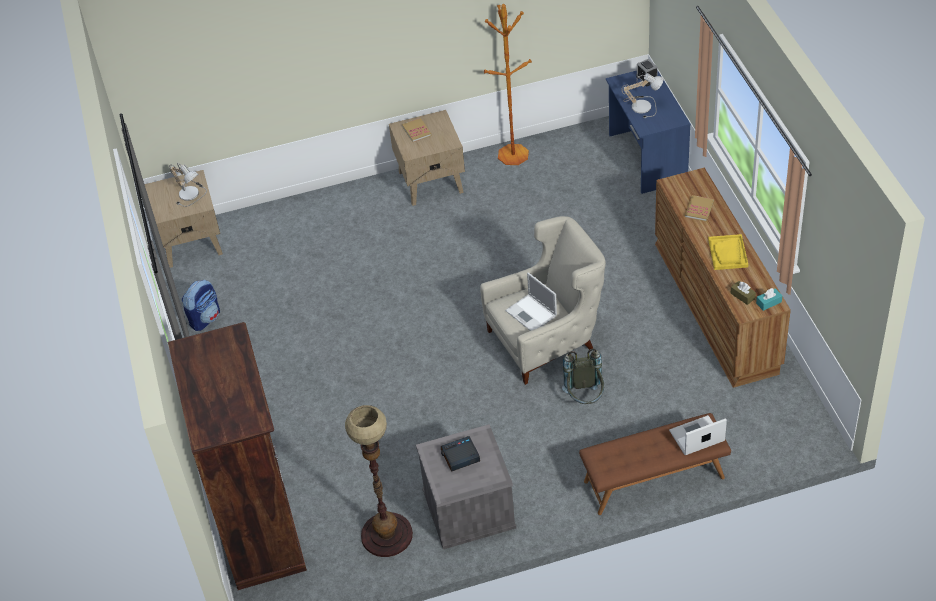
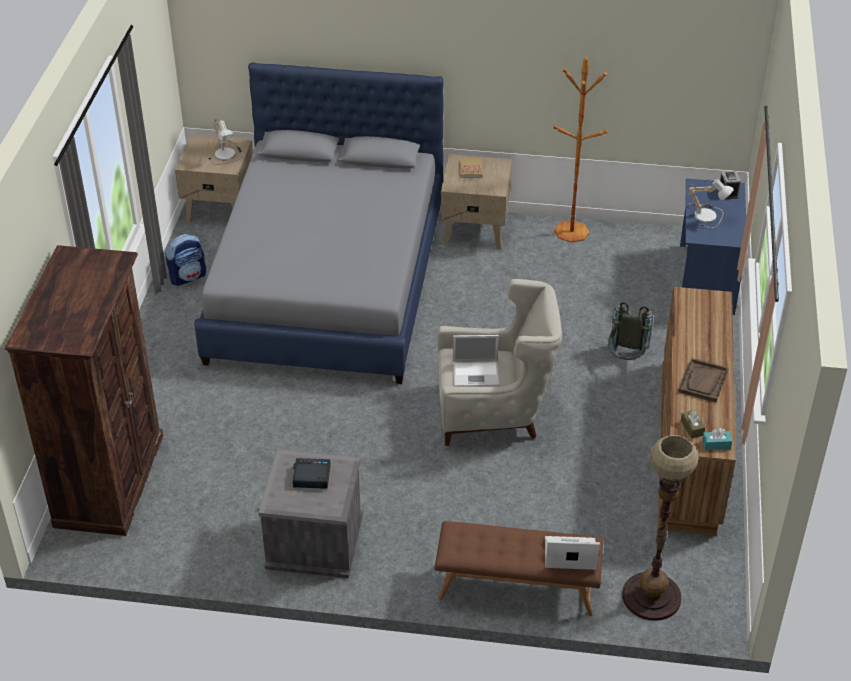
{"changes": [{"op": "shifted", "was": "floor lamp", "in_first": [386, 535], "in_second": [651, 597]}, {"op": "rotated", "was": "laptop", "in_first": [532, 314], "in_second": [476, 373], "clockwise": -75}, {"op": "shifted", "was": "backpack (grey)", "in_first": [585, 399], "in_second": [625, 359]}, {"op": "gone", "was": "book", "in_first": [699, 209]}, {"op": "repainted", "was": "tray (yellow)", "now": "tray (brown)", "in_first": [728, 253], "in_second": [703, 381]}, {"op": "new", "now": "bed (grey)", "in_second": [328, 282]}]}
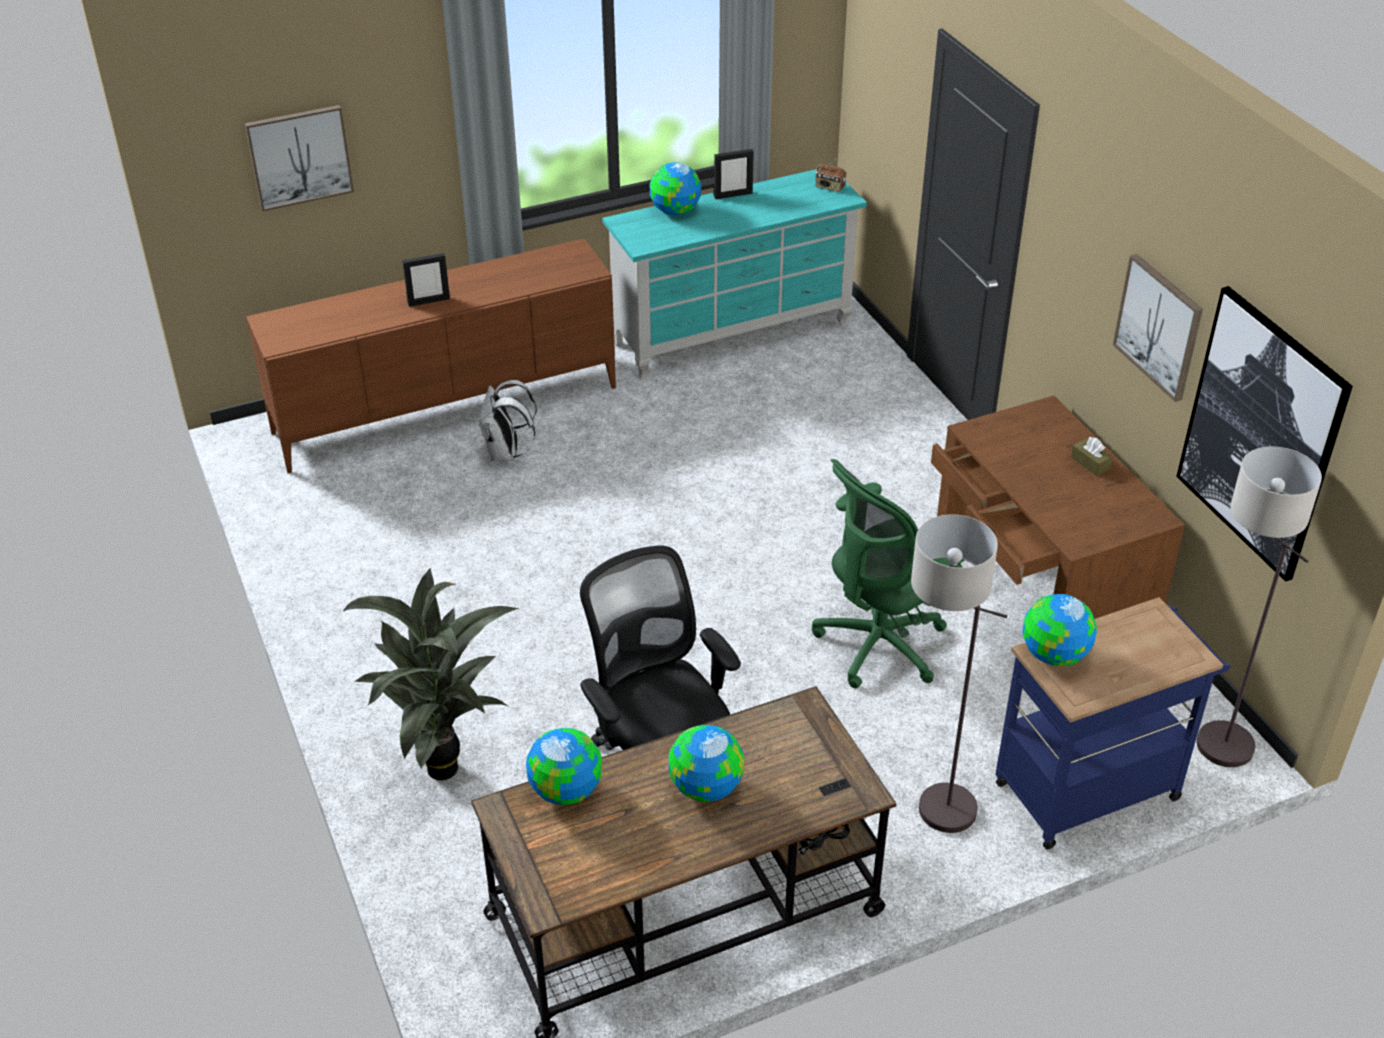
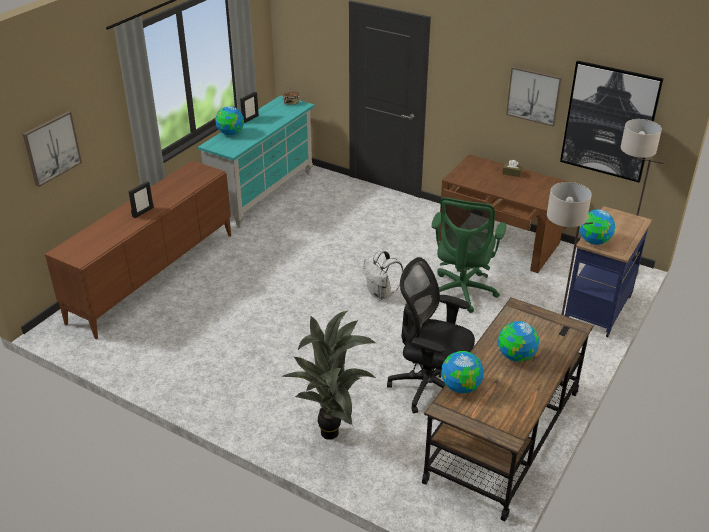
{"changes": [{"op": "shifted", "was": "backpack (white)", "in_first": [506, 453], "in_second": [381, 294]}]}
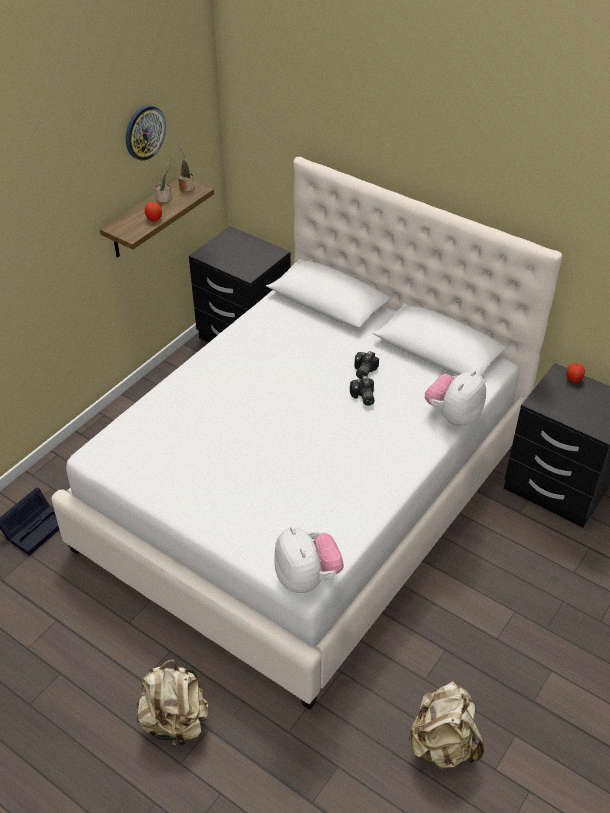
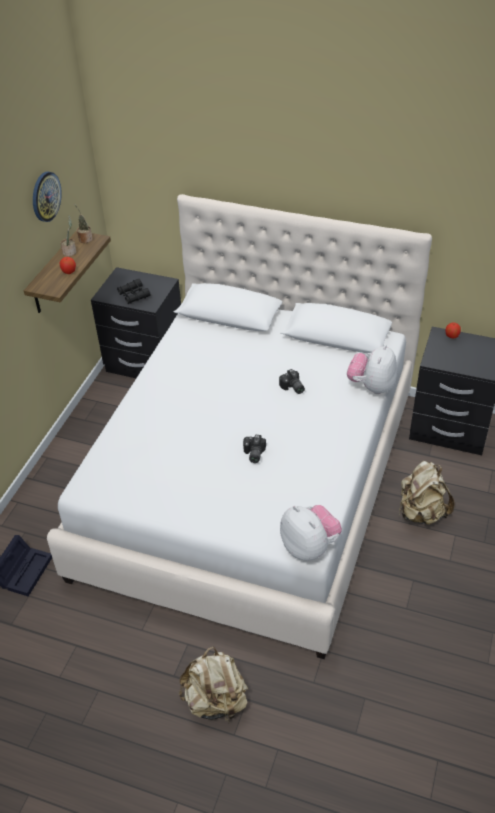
{"changes": [{"op": "shifted", "was": "photo camera", "in_first": [362, 371], "in_second": [253, 454]}, {"op": "shifted", "was": "backpack (beige)", "in_first": [443, 743], "in_second": [421, 512]}, {"op": "new", "now": "binoculars (black)", "in_second": [134, 295]}]}
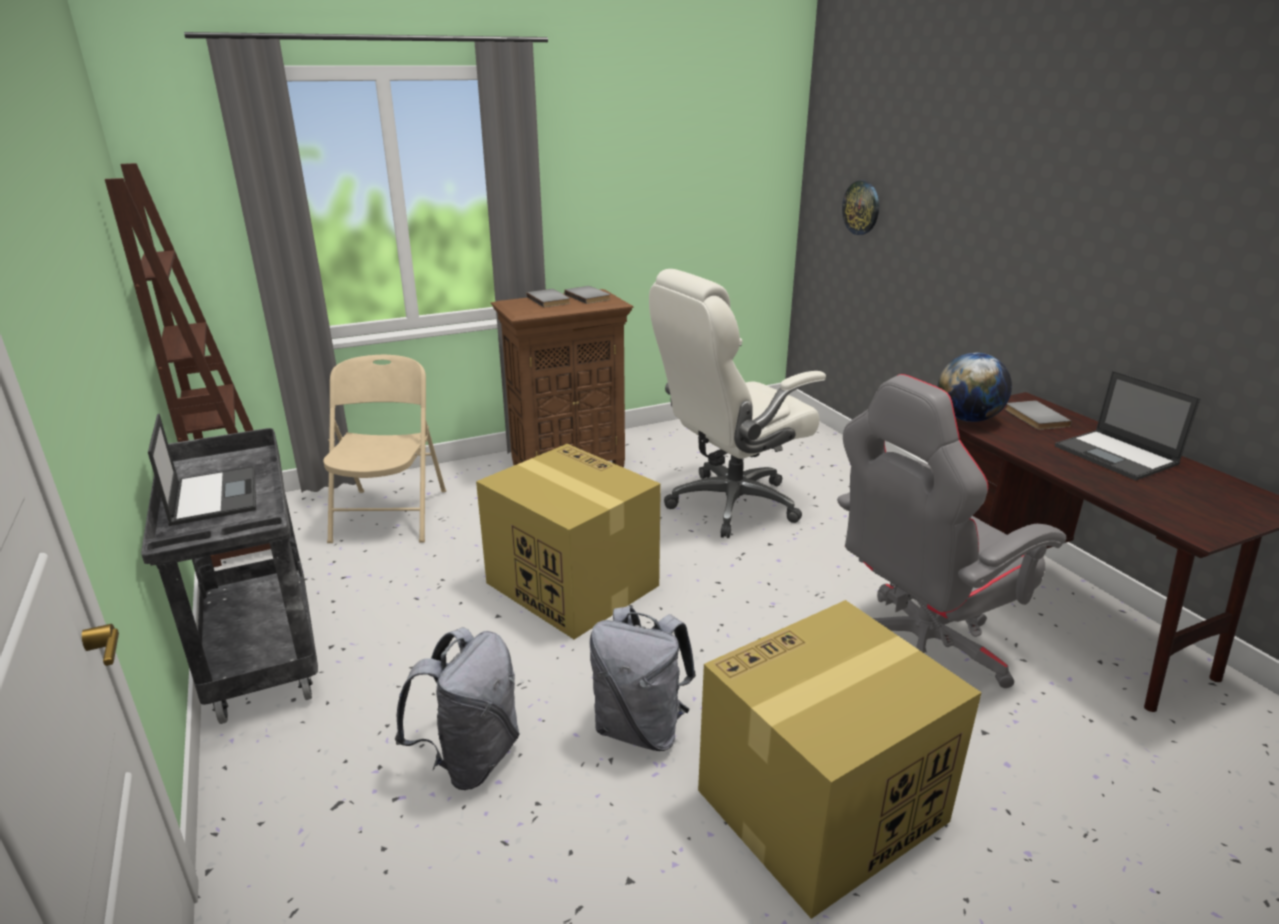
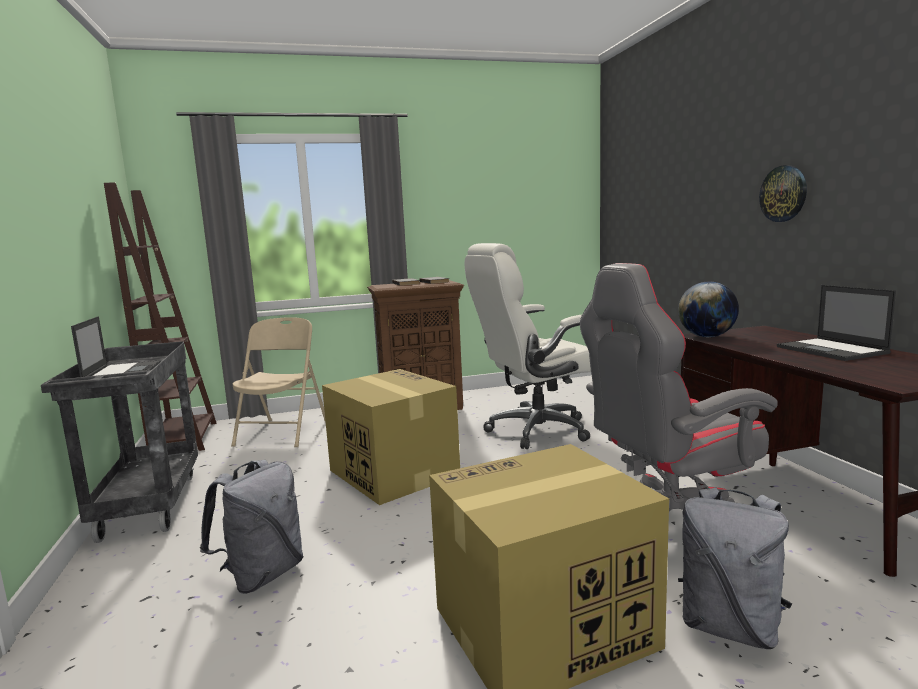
{"changes": [{"op": "shifted", "was": "backpack (grey)", "in_first": [641, 728], "in_second": [730, 626]}, {"op": "shifted", "was": "wall clock", "in_first": [861, 207], "in_second": [783, 194]}, {"op": "gone", "was": "book (grey)", "in_first": [1034, 418]}]}
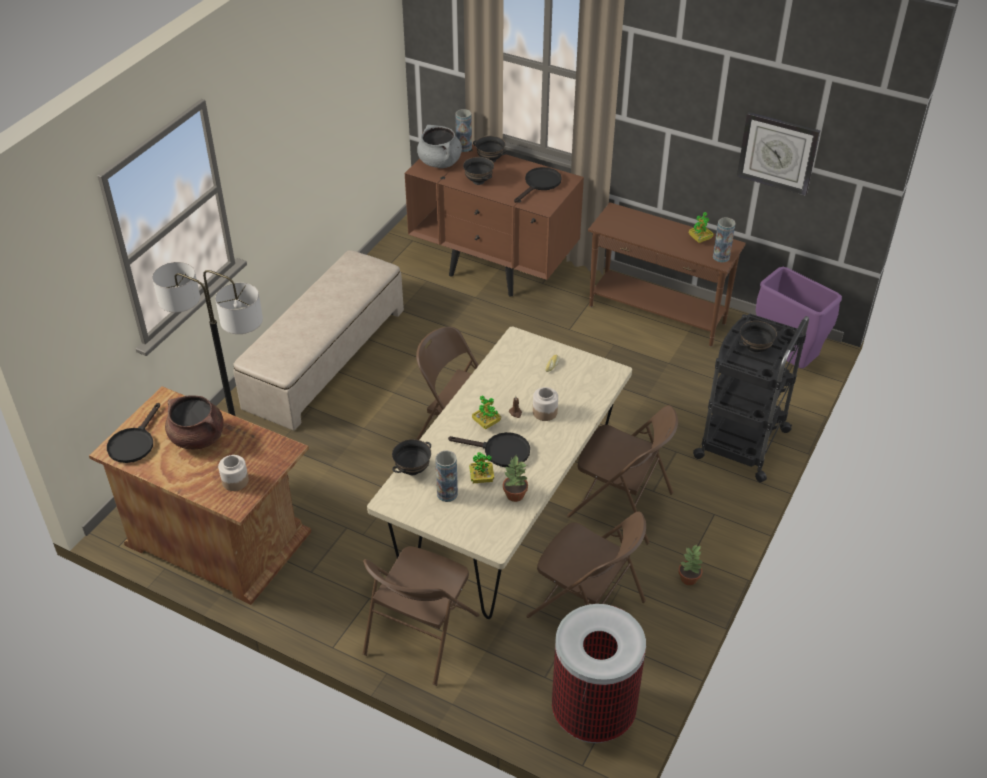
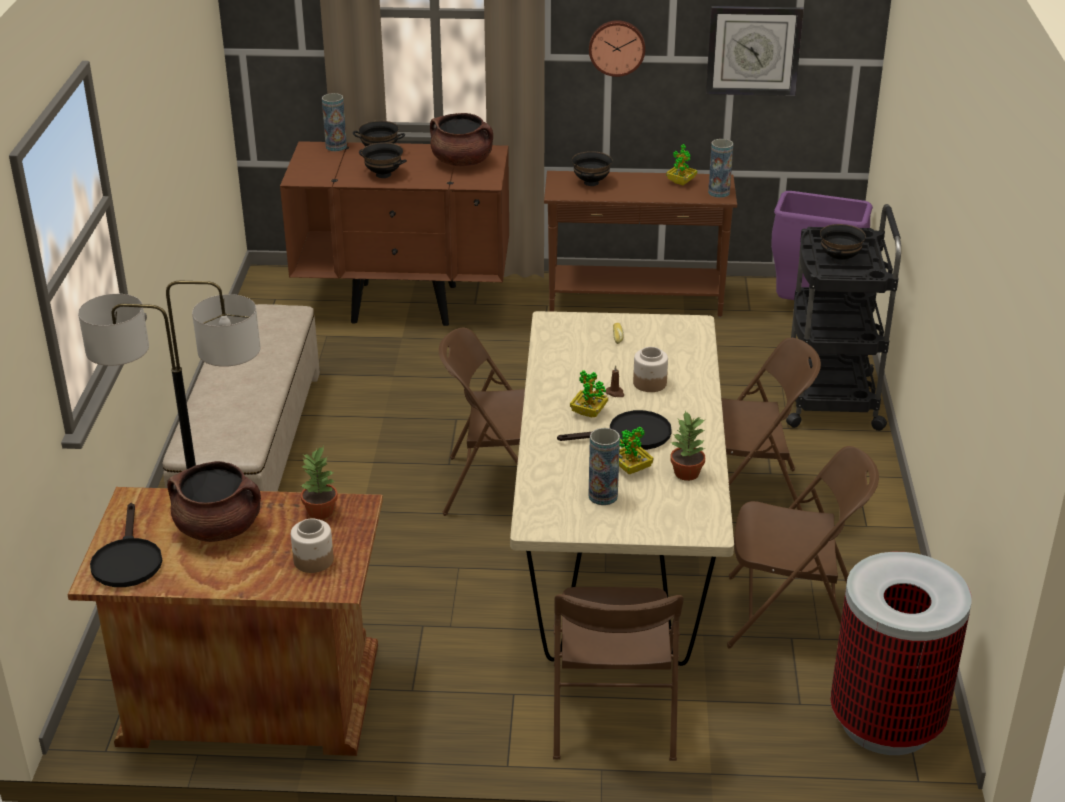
{"changes": [{"op": "shifted", "was": "bowl (black)", "in_first": [412, 469], "in_second": [591, 182]}, {"op": "gone", "was": "cooking pot (grey)", "in_first": [440, 162]}, {"op": "swapped", "was": "frying pan (black)", "now": "cooking pot (brown)", "in_first": [540, 184], "in_second": [462, 162]}, {"op": "shifted", "was": "potted plant", "in_first": [689, 579], "in_second": [321, 511]}, {"op": "new", "now": "wall clock", "in_second": [617, 47]}]}
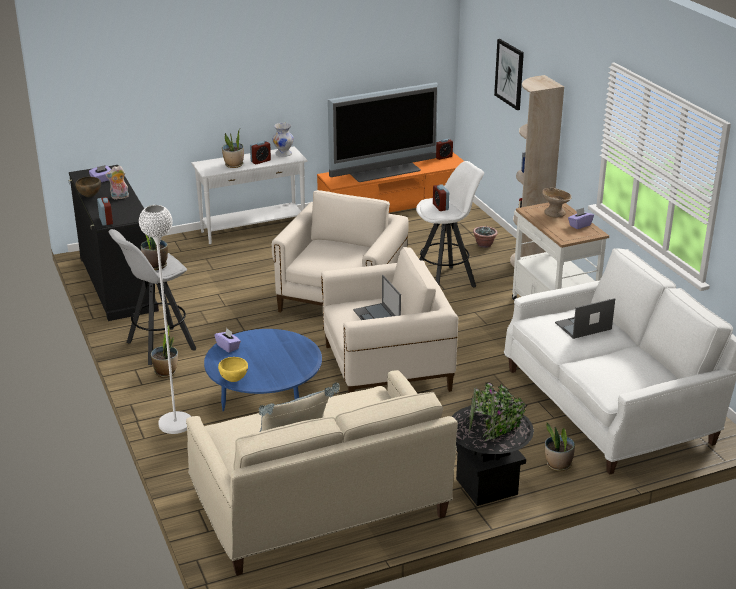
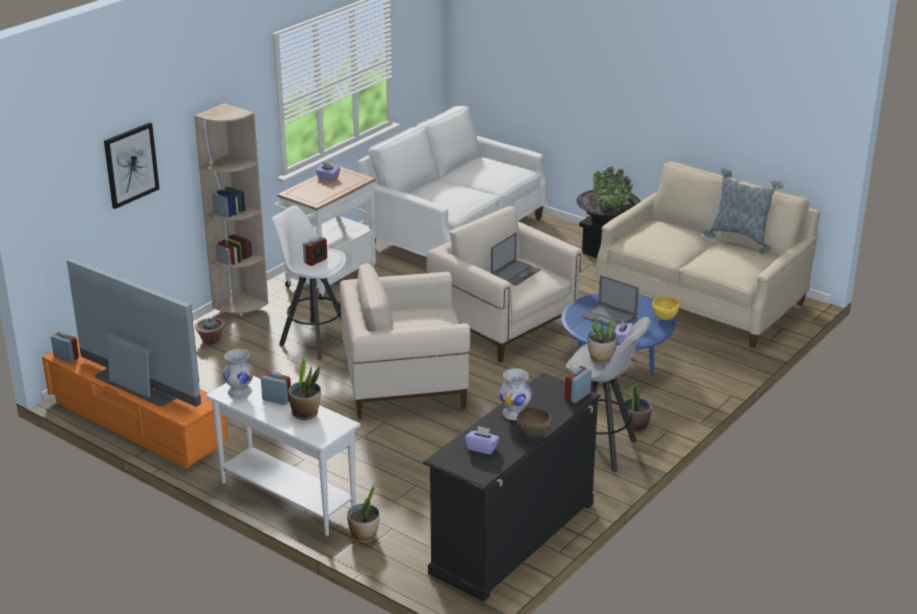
{"changes": [{"op": "swapped", "was": "plush toy", "now": "vase (white)", "in_first": [119, 197], "in_second": [514, 414]}, {"op": "gone", "was": "floor lamp (white)", "in_first": [175, 424]}, {"op": "gone", "was": "bowl (beige)", "in_first": [554, 213]}, {"op": "shifted", "was": "potted plant", "in_first": [558, 465], "in_second": [364, 535]}, {"op": "shifted", "was": "laptop", "in_first": [582, 326], "in_second": [610, 317]}]}
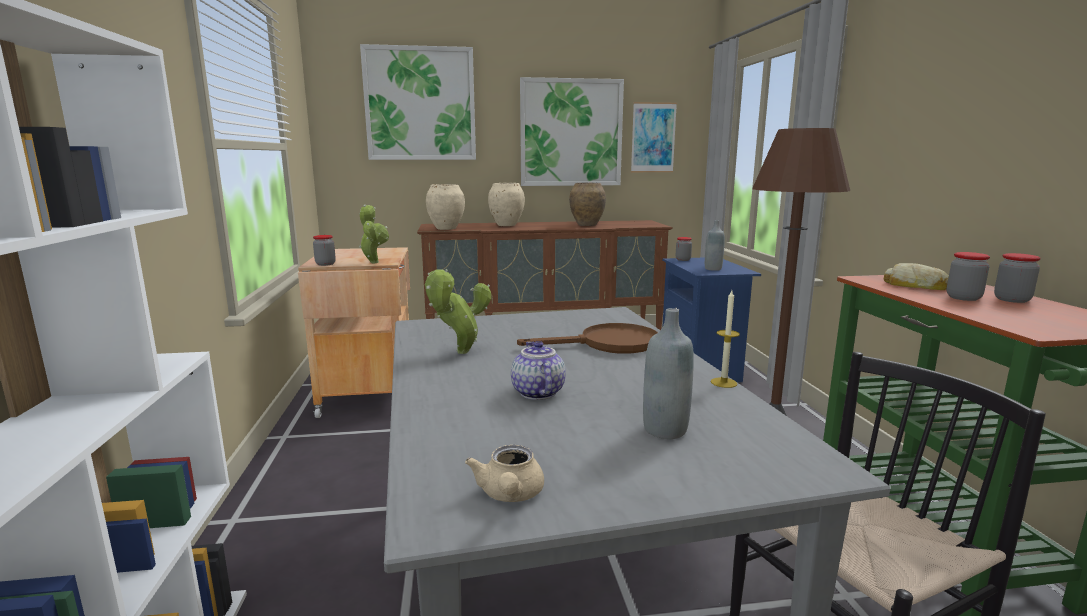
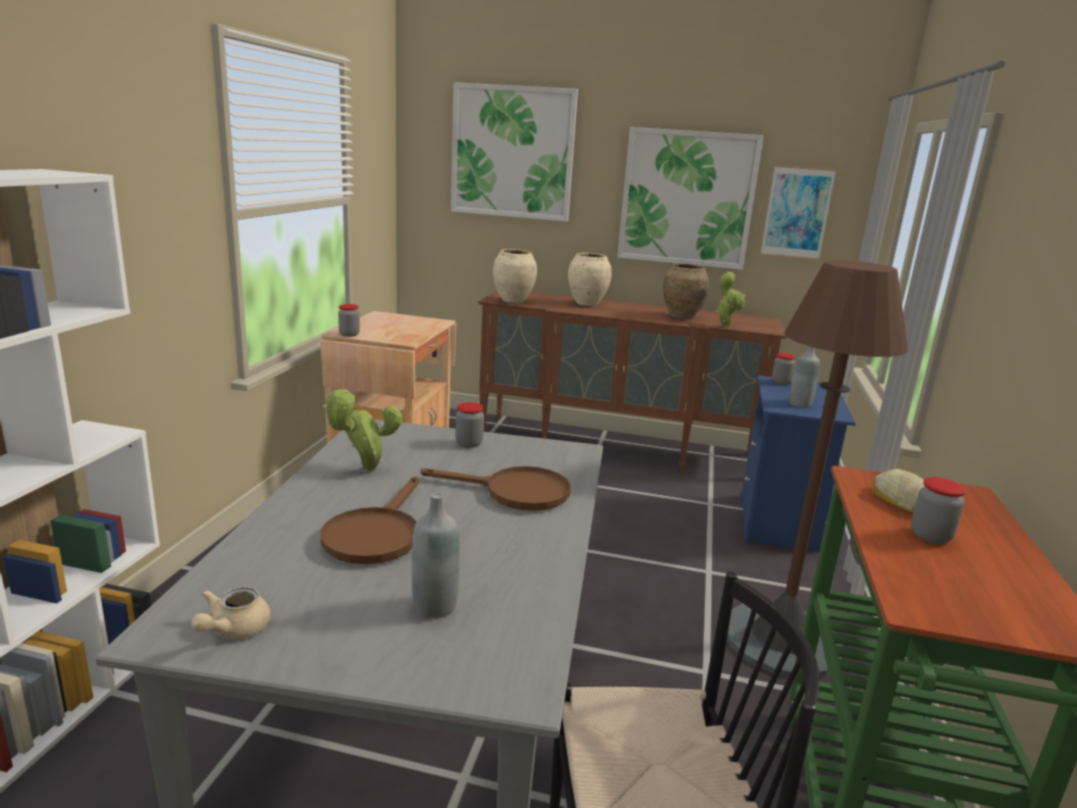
{"changes": [{"op": "shifted", "was": "potted plant", "in_first": [374, 262], "in_second": [725, 326]}, {"op": "swapped", "was": "teapot", "now": "frying pan (brown)", "in_first": [536, 392], "in_second": [376, 534]}, {"op": "gone", "was": "candle", "in_first": [723, 382]}, {"op": "shifted", "was": "jar", "in_first": [1012, 300], "in_second": [469, 443]}]}
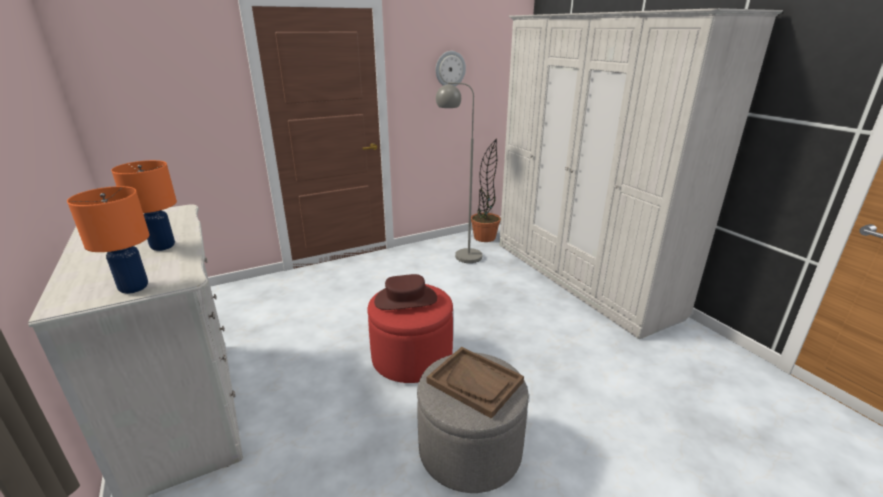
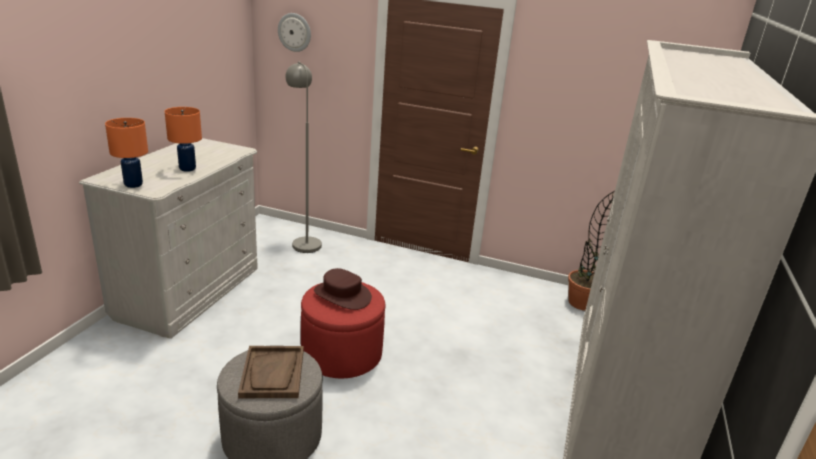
{"changes": [{"op": "shifted", "was": "wall clock", "in_first": [450, 69], "in_second": [294, 32]}, {"op": "shifted", "was": "floor lamp (grey)", "in_first": [460, 256], "in_second": [303, 242]}]}
